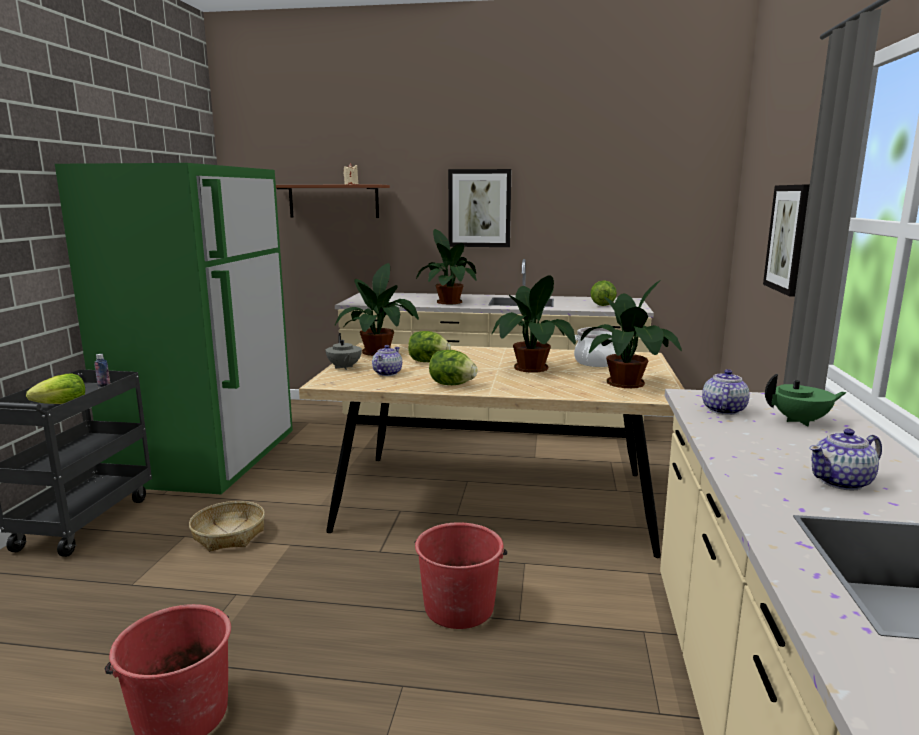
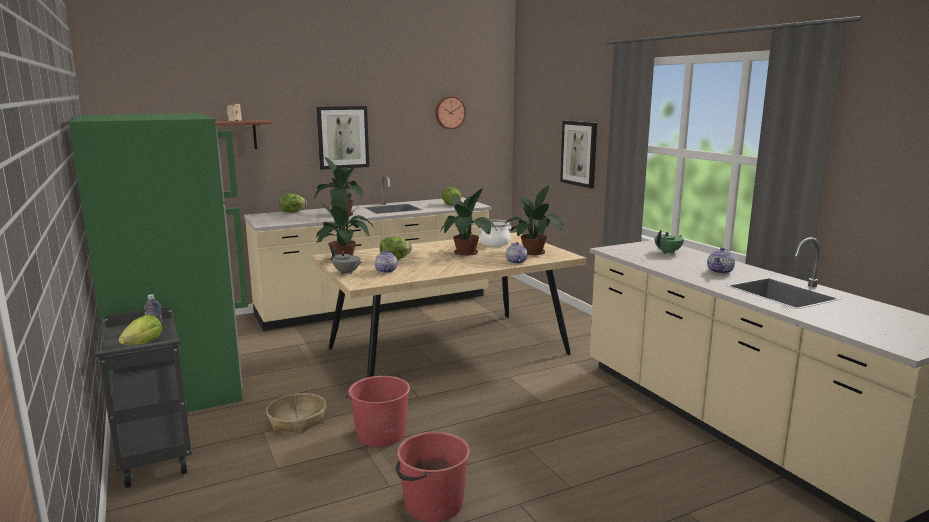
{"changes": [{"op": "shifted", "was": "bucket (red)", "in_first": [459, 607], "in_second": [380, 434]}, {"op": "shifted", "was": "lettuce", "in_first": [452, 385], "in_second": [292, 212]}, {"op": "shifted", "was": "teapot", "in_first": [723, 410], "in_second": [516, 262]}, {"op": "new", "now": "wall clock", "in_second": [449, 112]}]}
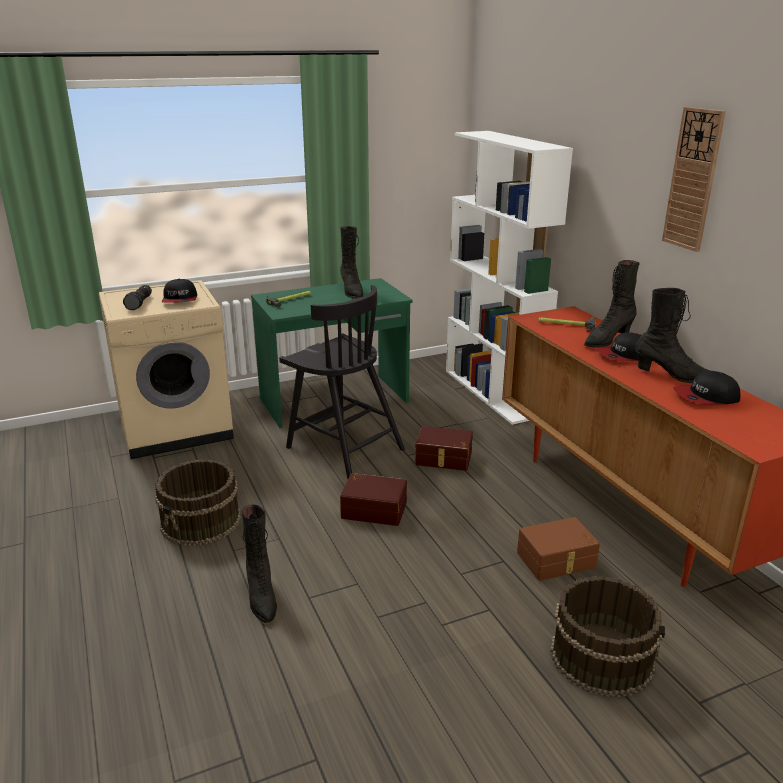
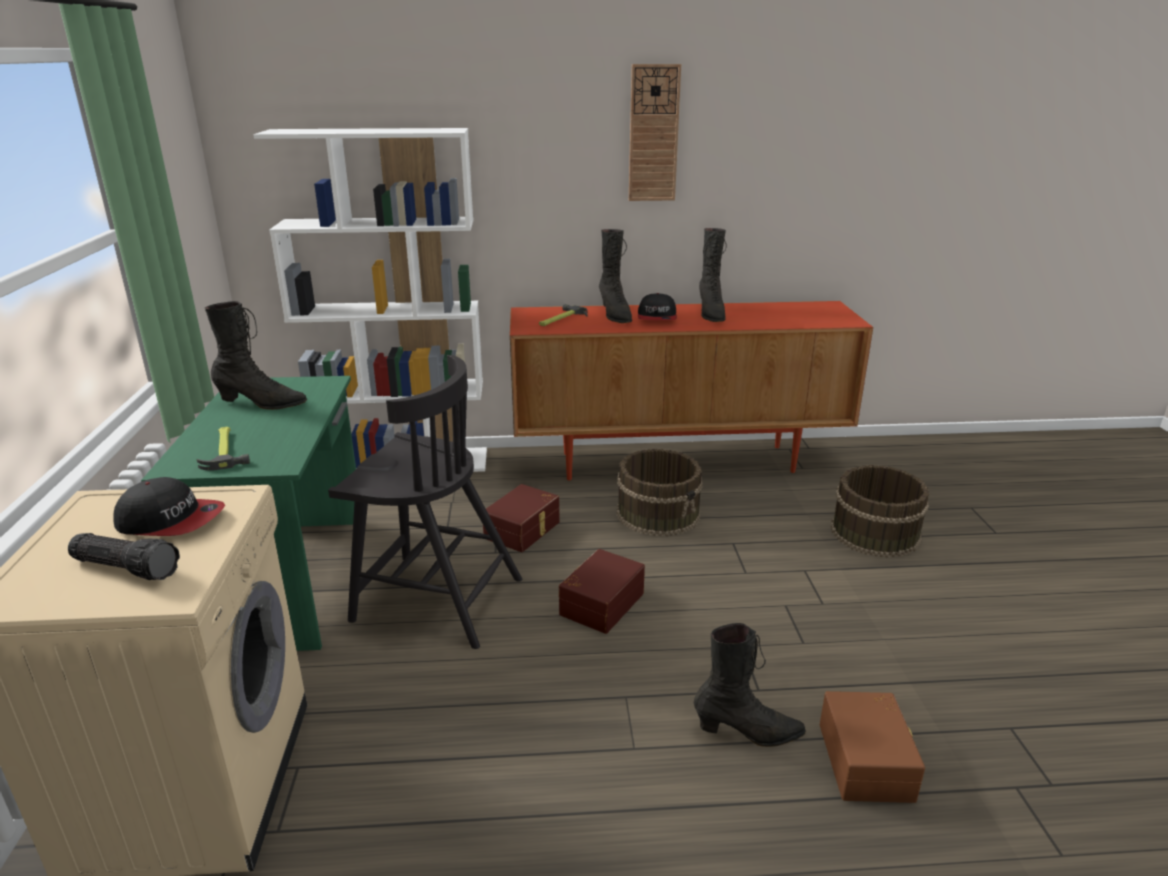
{"changes": [{"op": "shifted", "was": "bucket (brown)", "in_first": [201, 521], "in_second": [659, 513]}, {"op": "rotated", "was": "chair (black)", "in_first": [343, 447], "in_second": [434, 598], "clockwise": 45}, {"op": "shifted", "was": "storage box (brown)", "in_first": [557, 561], "in_second": [868, 761]}, {"op": "rotated", "was": "boot (black)", "in_first": [672, 376], "in_second": [711, 313], "clockwise": 135}, {"op": "gone", "was": "cap", "in_first": [706, 397]}]}
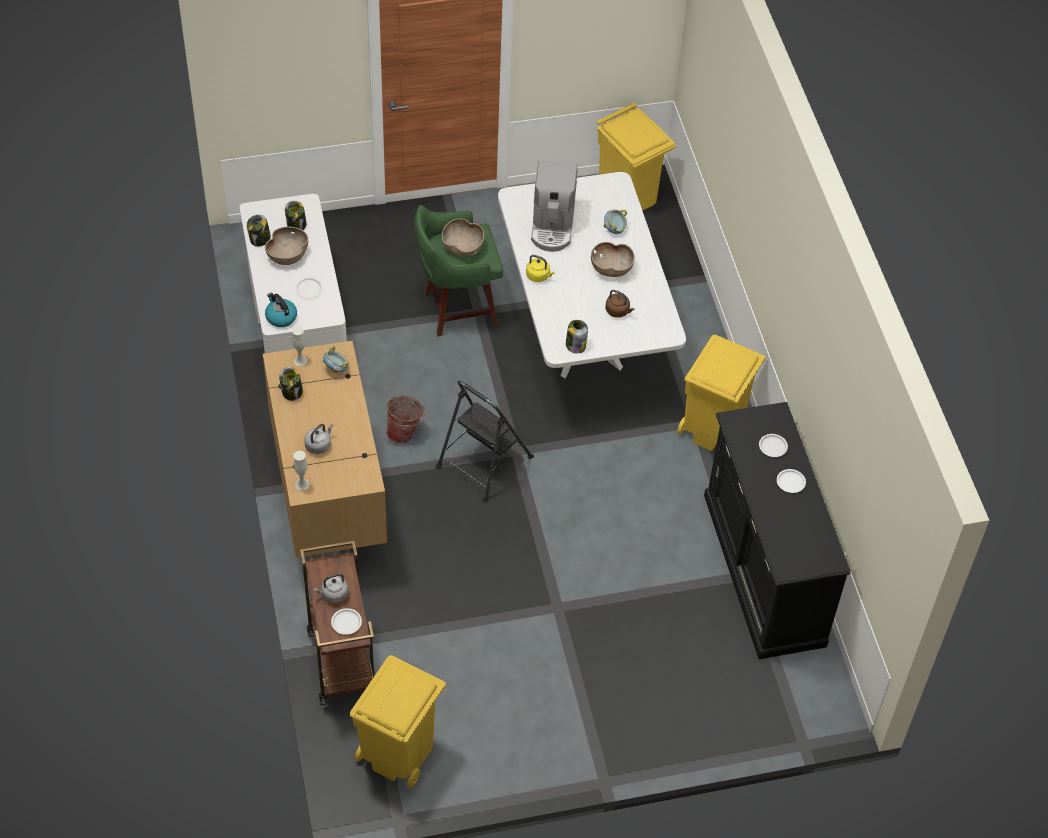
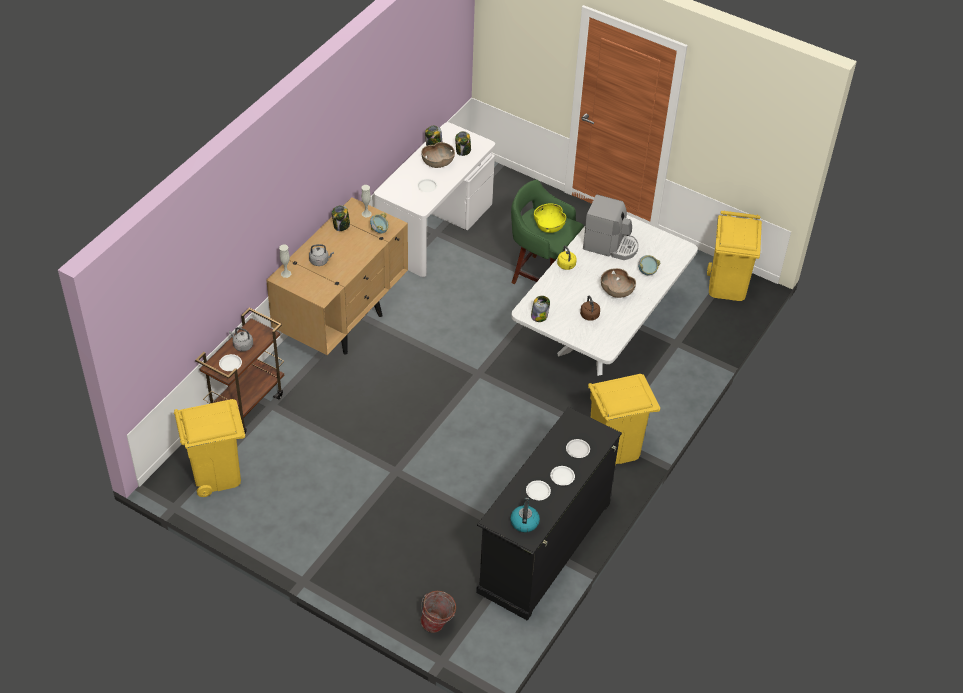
{"changes": [{"op": "shifted", "was": "kettle", "in_first": [280, 317], "in_second": [524, 522]}, {"op": "shifted", "was": "bucket", "in_first": [405, 433], "in_second": [438, 625]}, {"op": "gone", "was": "step ladder (black)", "in_first": [482, 463]}, {"op": "repainted", "was": "bowl (brown)", "now": "bowl (yellow)", "in_first": [463, 247], "in_second": [549, 226]}, {"op": "rotated", "was": "coffee machine", "in_first": [552, 226], "in_second": [610, 245], "clockwise": -120}, {"op": "new", "now": "plate (white)", "in_second": [538, 492]}]}
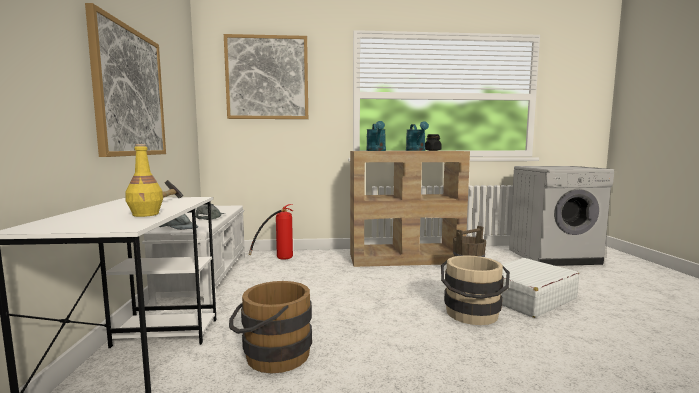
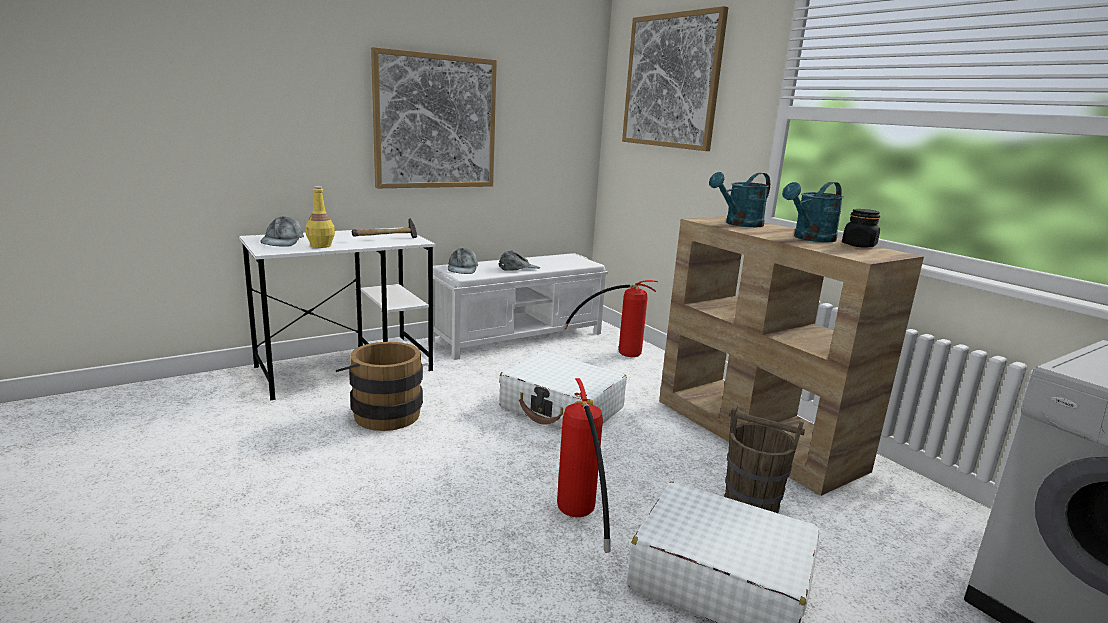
{"changes": [{"op": "swapped", "was": "bucket (beige)", "now": "fire extinguisher", "in_first": [472, 315], "in_second": [579, 521]}, {"op": "new", "now": "cap (grey)", "in_second": [282, 241]}, {"op": "new", "now": "suitcase (white)", "in_second": [562, 408]}]}
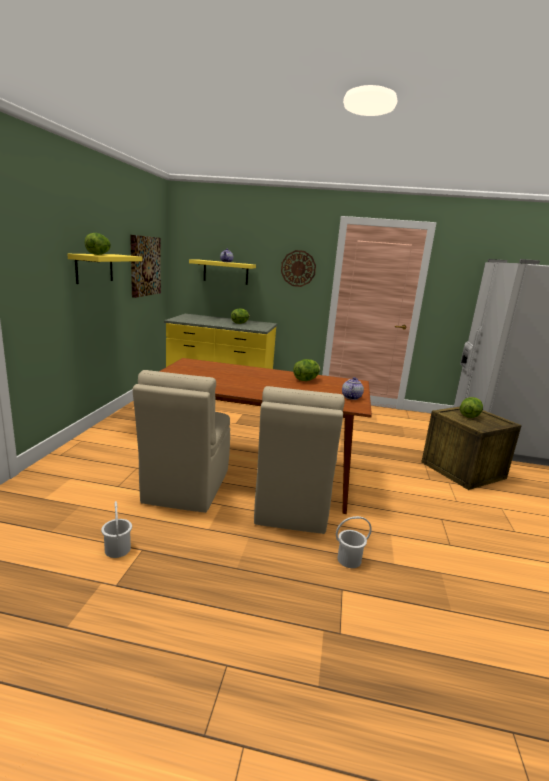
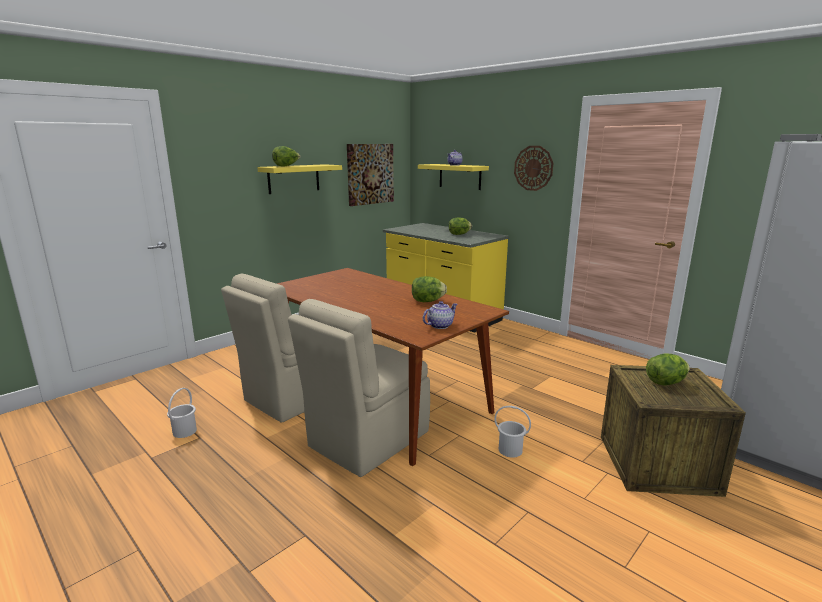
{"changes": [{"op": "shifted", "was": "bucket (white)", "in_first": [349, 560], "in_second": [510, 450]}]}
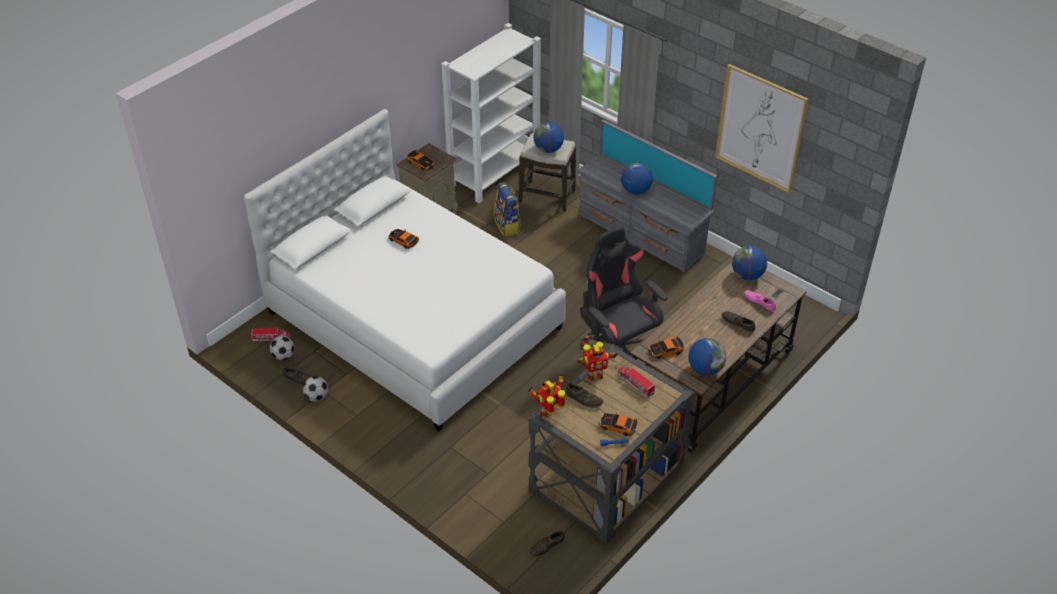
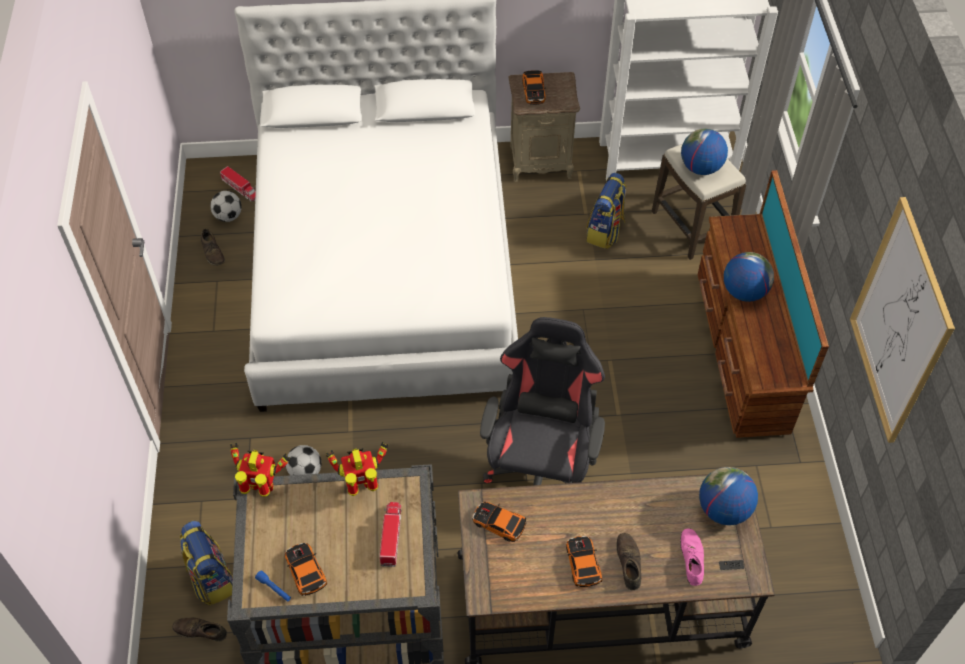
{"changes": [{"op": "shifted", "was": "football", "in_first": [316, 397], "in_second": [305, 472]}, {"op": "shifted", "was": "toy car", "in_first": [403, 241], "in_second": [582, 563]}, {"op": "gone", "was": "shoe (brown)", "in_first": [583, 399]}, {"op": "rotated", "was": "toy robot", "in_first": [594, 375], "in_second": [362, 486], "clockwise": 135}, {"op": "repainted", "was": "dresser (grey)", "now": "dresser (brown)", "in_first": [640, 236], "in_second": [741, 354]}, {"op": "gone", "was": "globe", "in_first": [705, 369]}, {"op": "new", "now": "backpack", "in_second": [211, 579]}]}
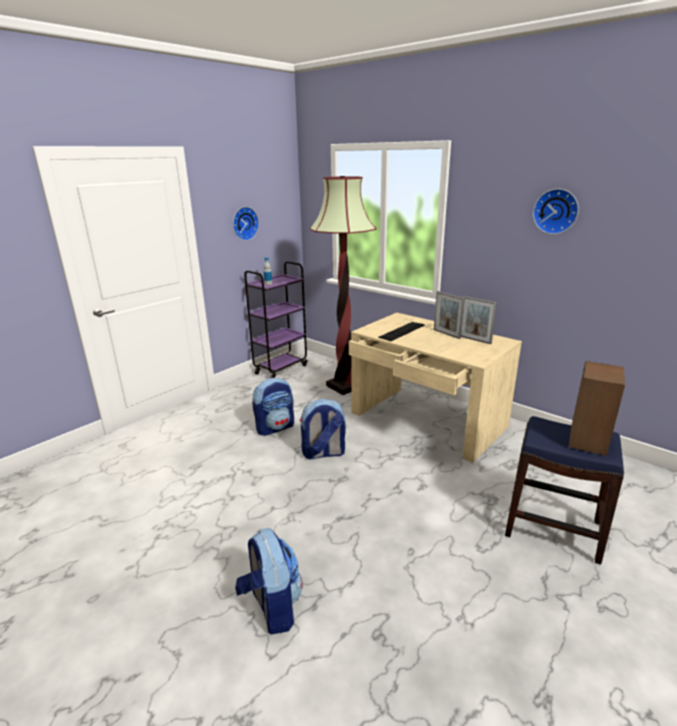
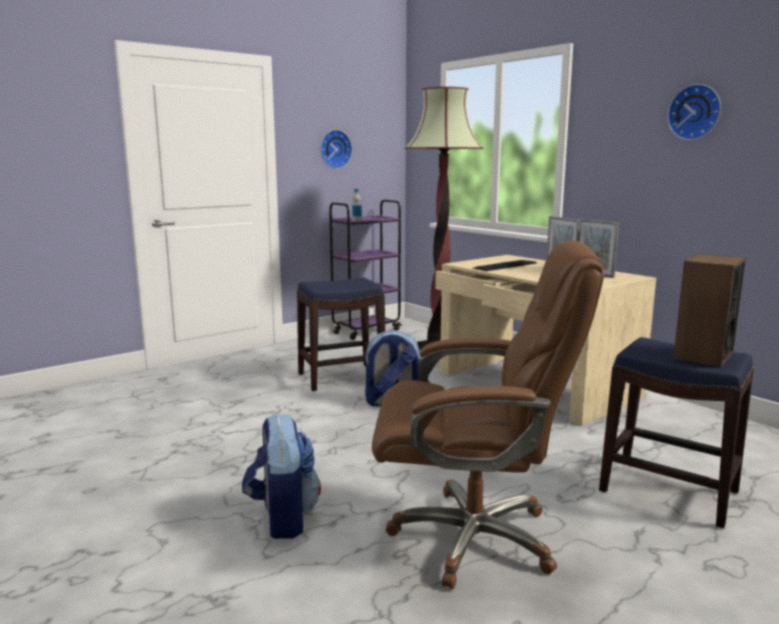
{"changes": [{"op": "swapped", "was": "backpack", "now": "stool", "in_first": [275, 427], "in_second": [341, 377]}, {"op": "new", "now": "office chair (brown)", "in_second": [469, 537]}]}
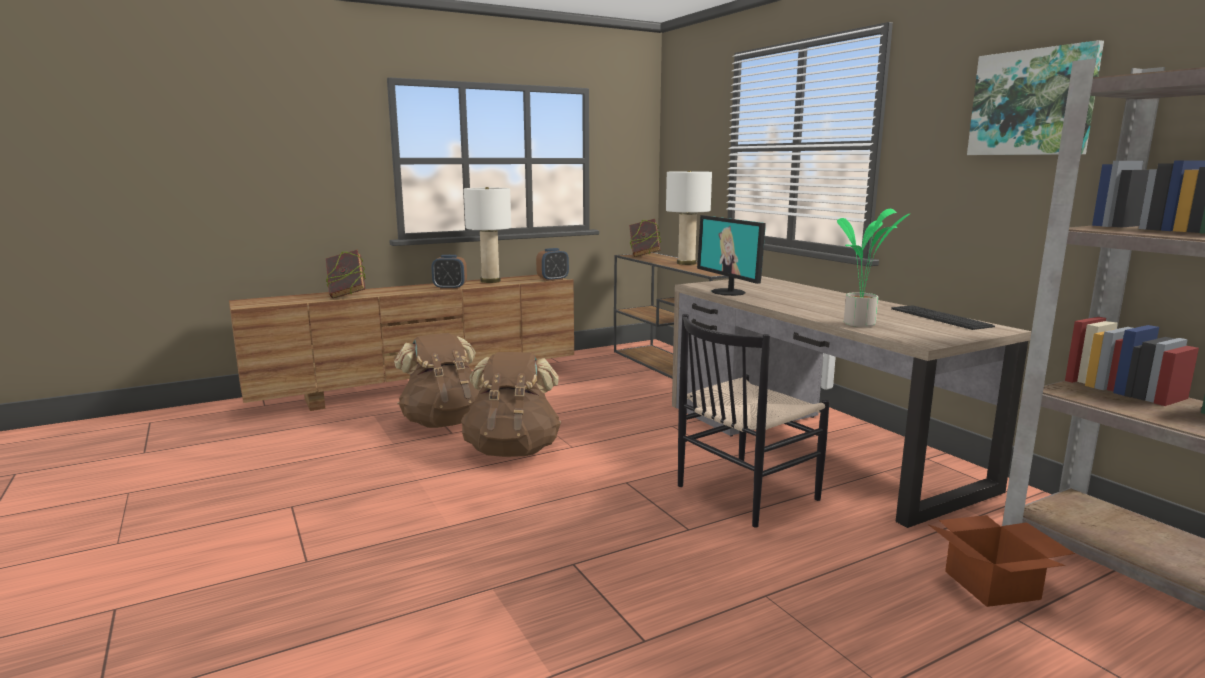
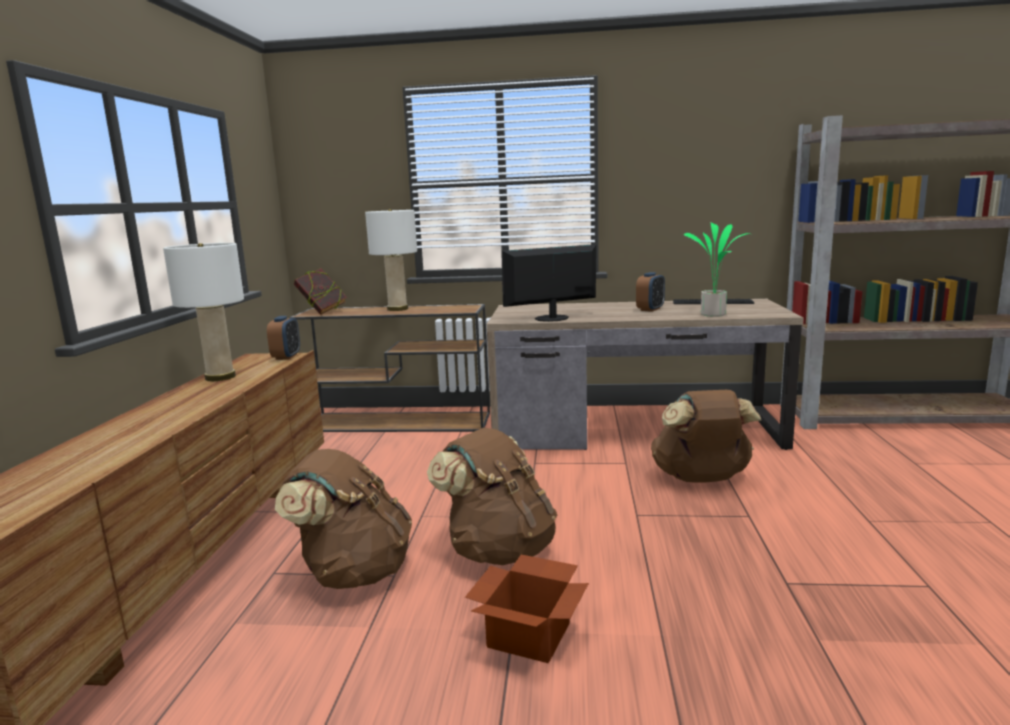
{"changes": [{"op": "gone", "was": "book", "in_first": [347, 295]}, {"op": "shifted", "was": "alarm clock", "in_first": [450, 288], "in_second": [650, 309]}, {"op": "swapped", "was": "chair (black)", "now": "backpack (brown)", "in_first": [742, 495], "in_second": [701, 479]}, {"op": "rotated", "was": "monitor", "in_first": [729, 292], "in_second": [552, 318], "clockwise": 150}, {"op": "shifted", "was": "cardboard box", "in_first": [994, 585], "in_second": [531, 634]}, {"op": "gone", "was": "picture", "in_first": [1032, 103]}]}
